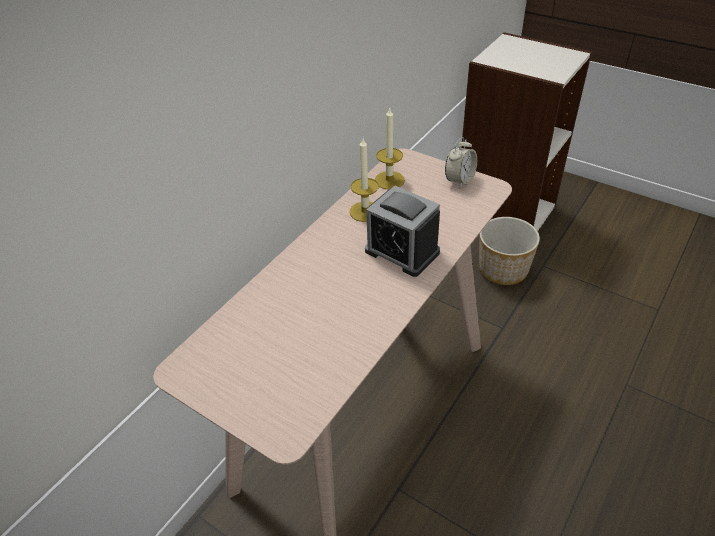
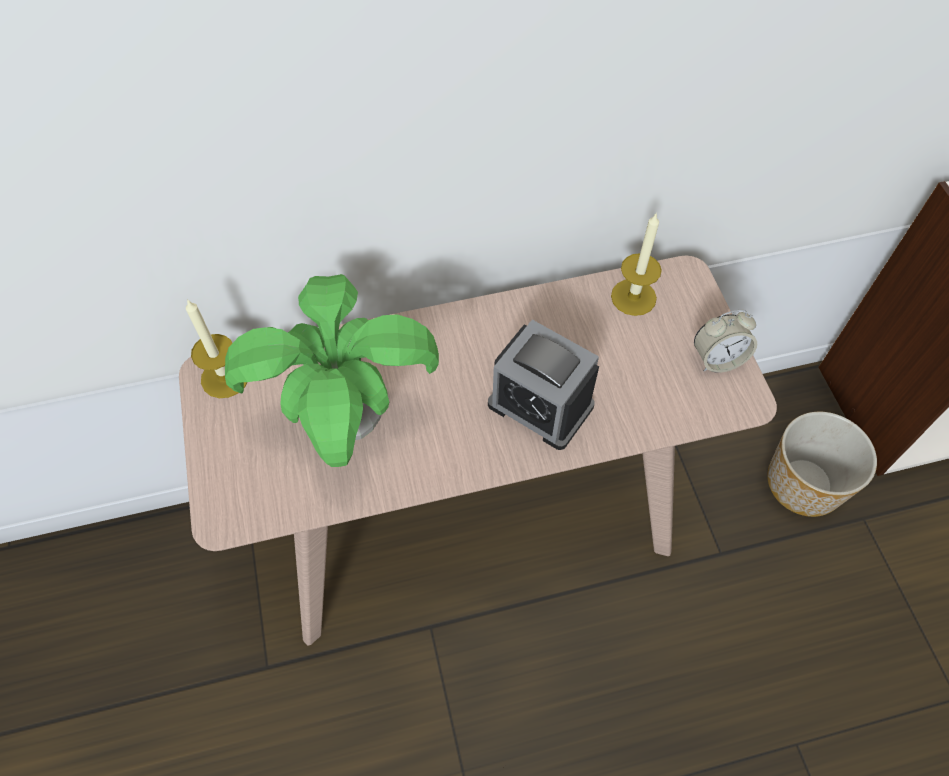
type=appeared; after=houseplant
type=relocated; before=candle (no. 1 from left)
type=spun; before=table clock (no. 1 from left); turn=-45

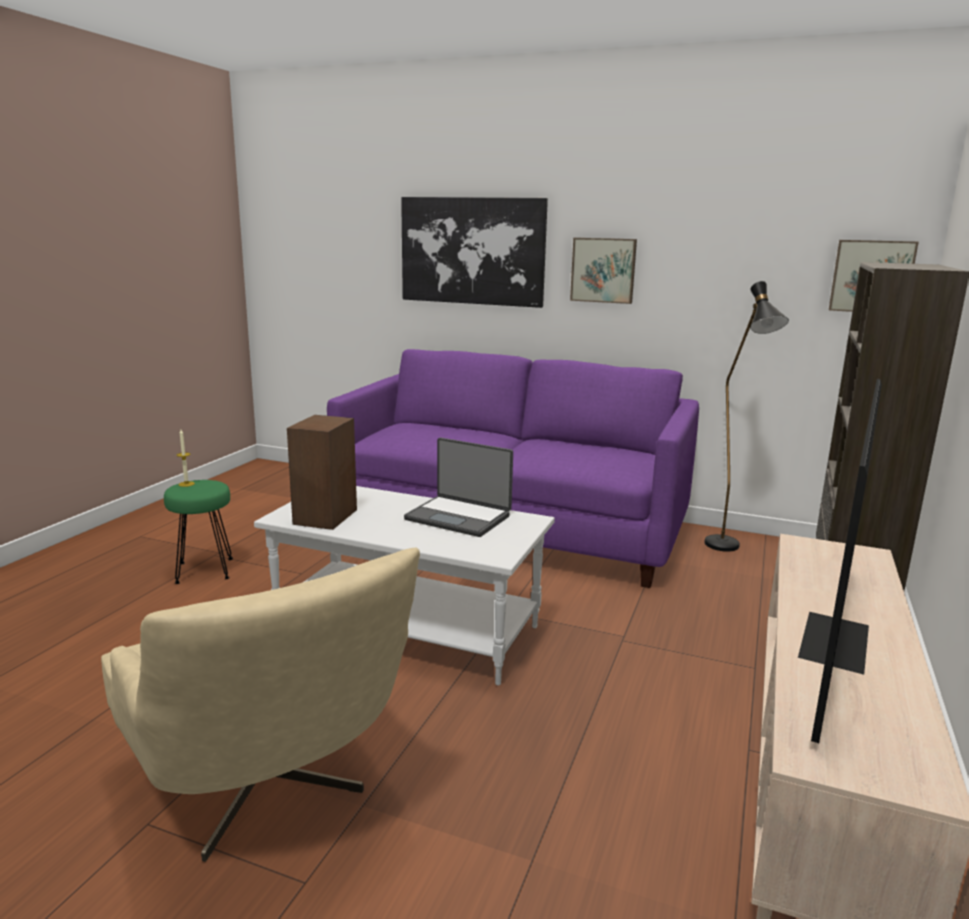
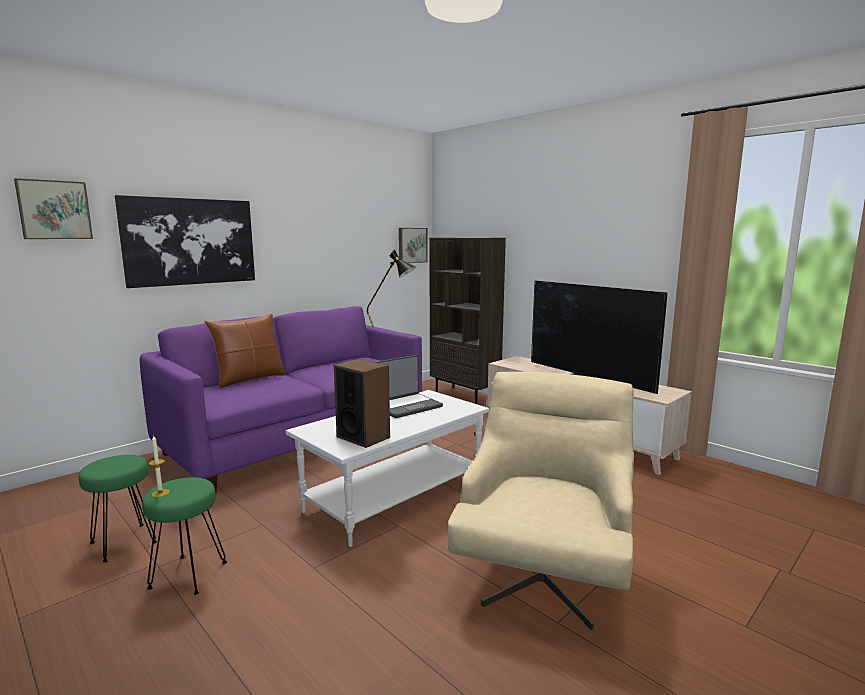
type=appeared; after=stool (green-coloured) (no. 1 from left)
type=appeared; after=throw pillow (brownish)
type=relocated; before=wall art (no. 2 from left in the first image); after=wall art (no. 1 from left)
type=spun; before=armchair (beige); turn=-60

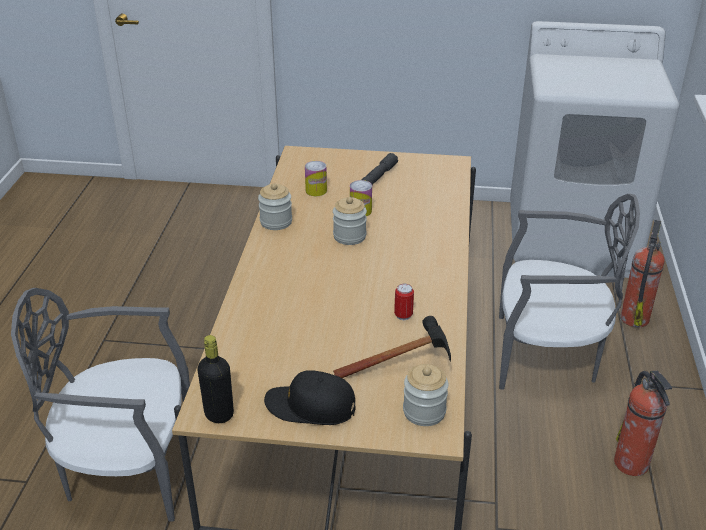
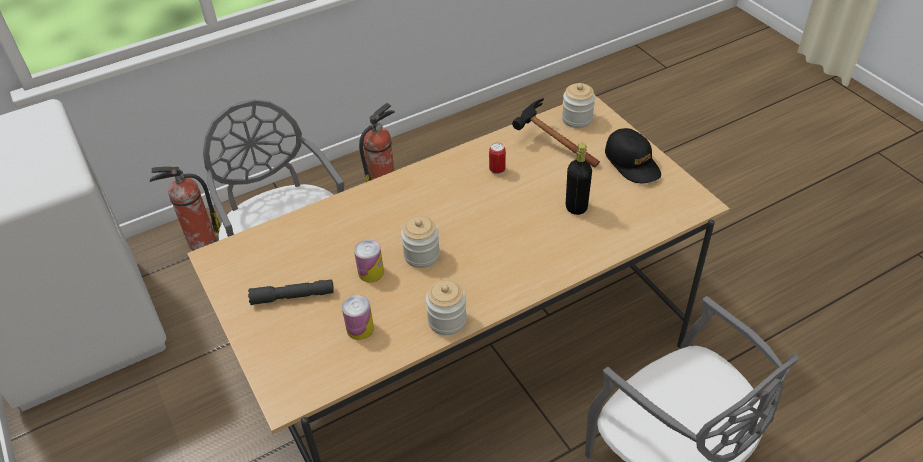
type=relocated; before=drink bottle (black)

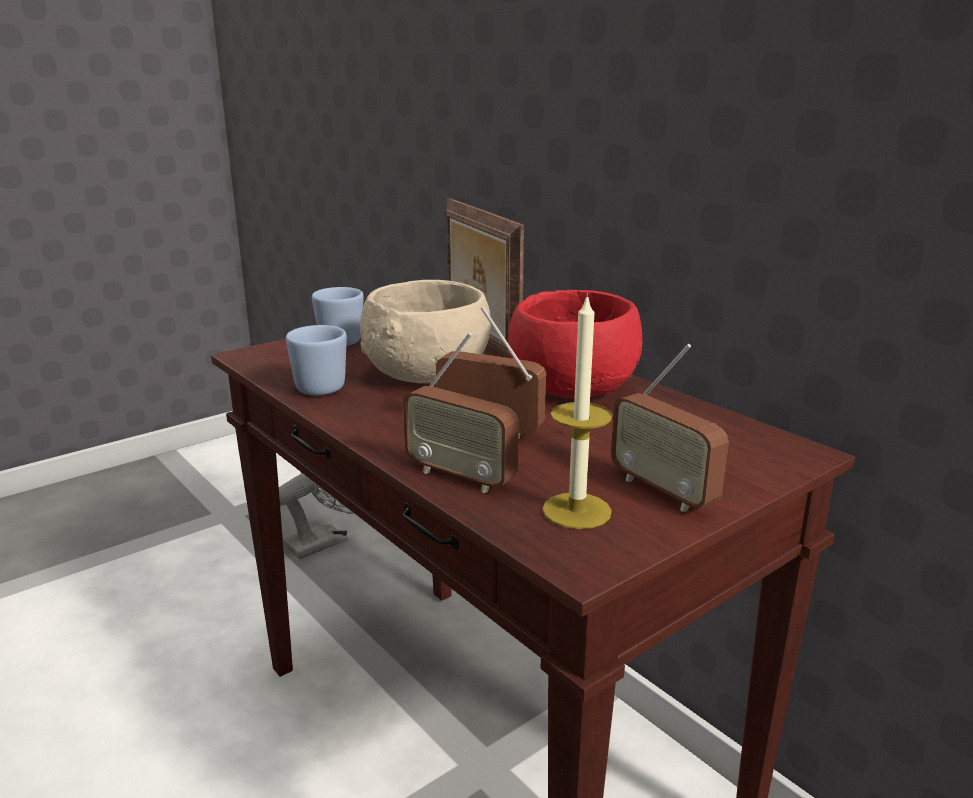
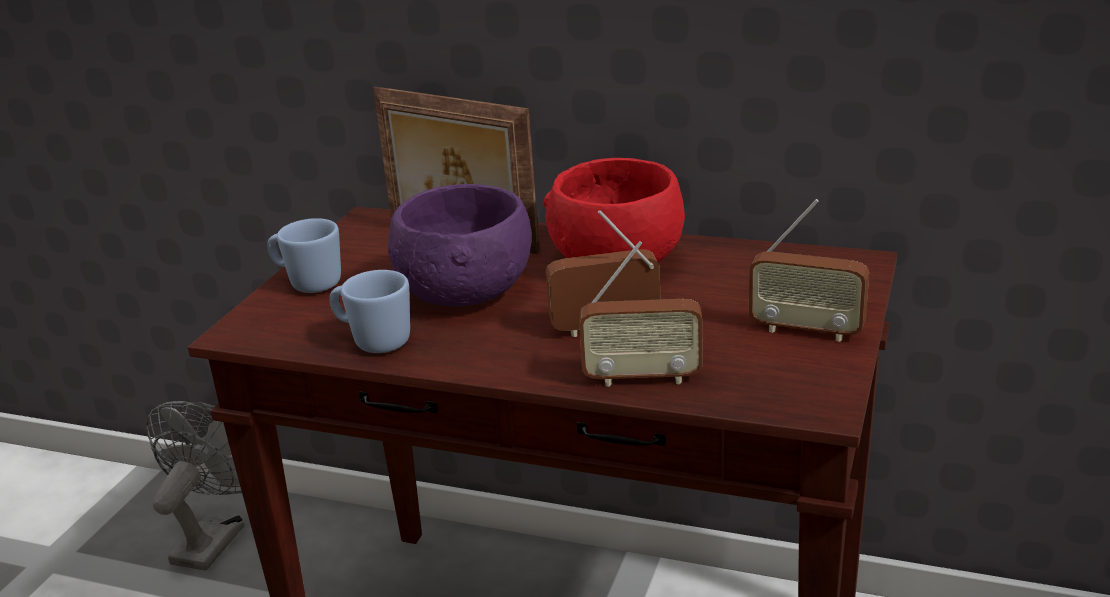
type=missing; before=candle
type=colour; before=serving bowl (beige); after=serving bowl (purplish)

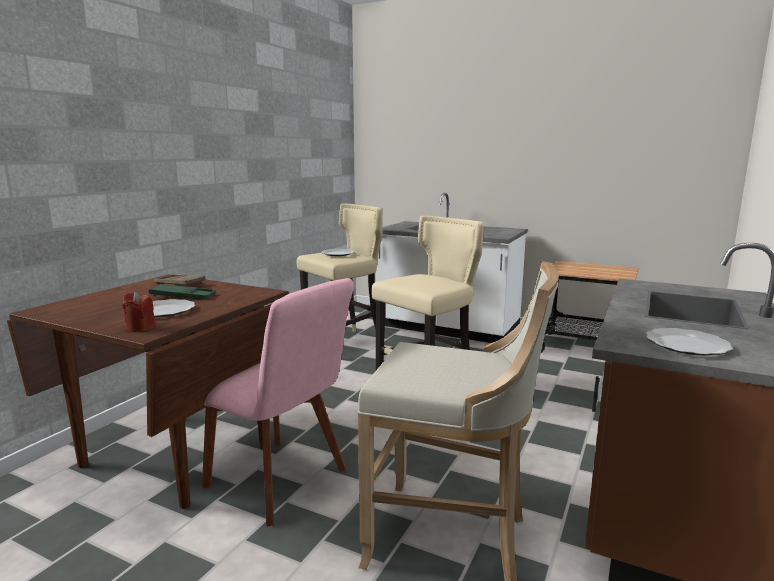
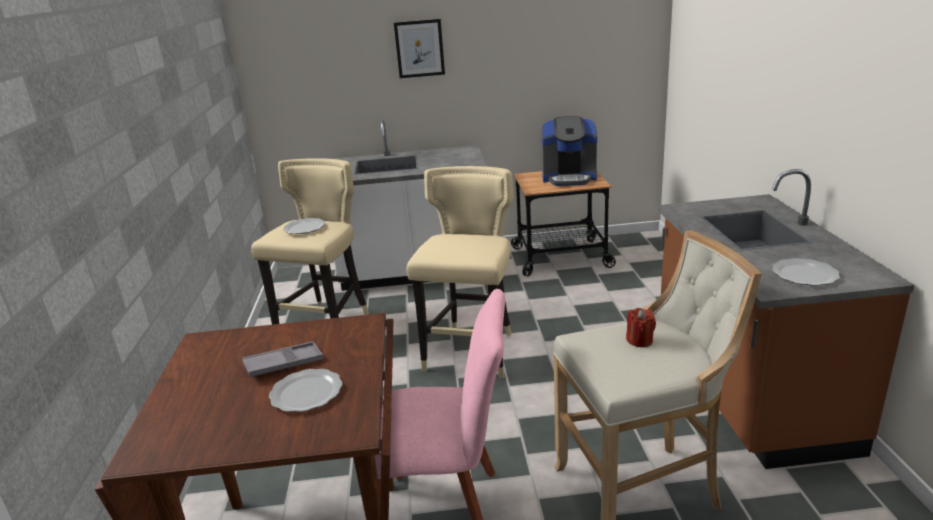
type=missing; before=tray (brownish)
type=appeared; after=wall art
type=appeared; after=coffee maker
type=relocated; before=candle (reddish)
type=colour; before=tray (green-coloured); after=tray (grey)

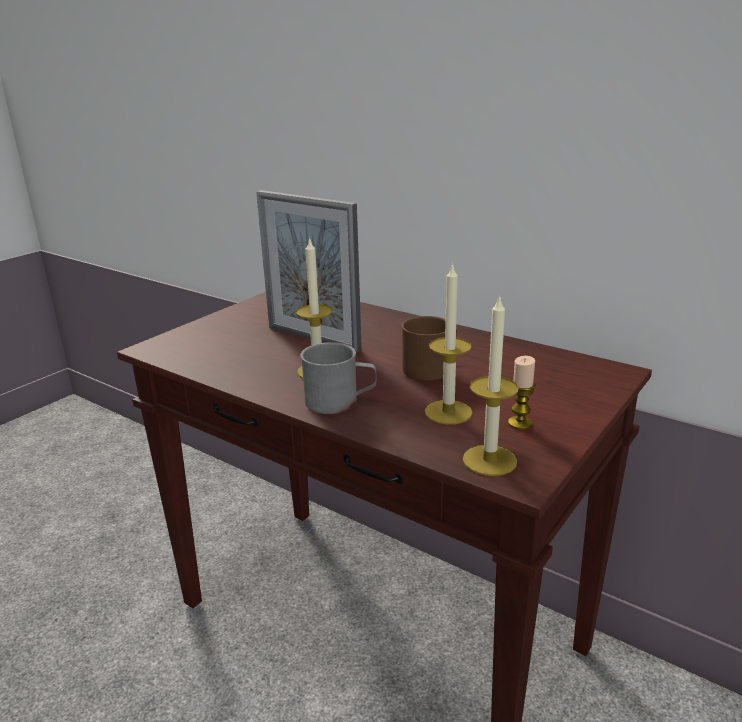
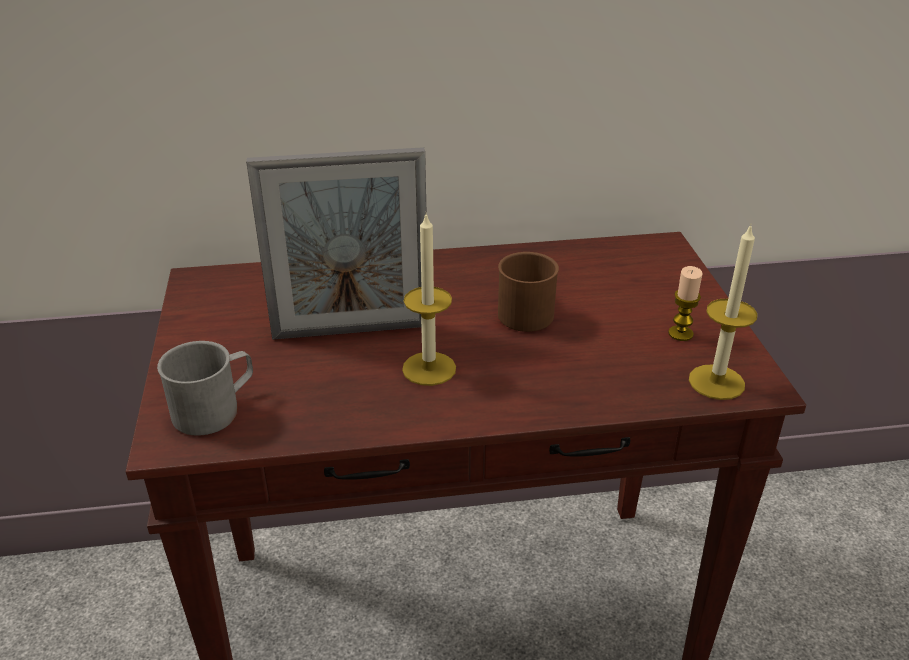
type=missing; before=candle (no. 2 from left)
type=relocated; before=mug (grey)

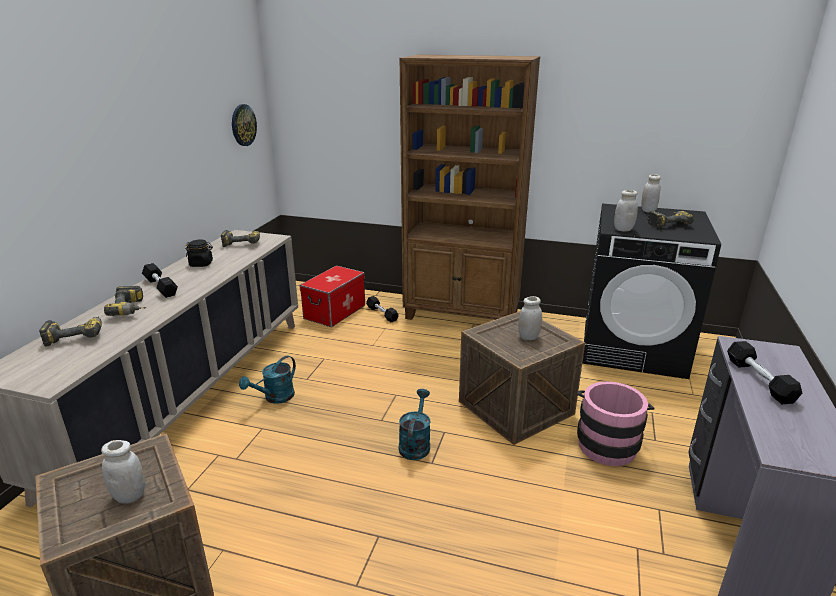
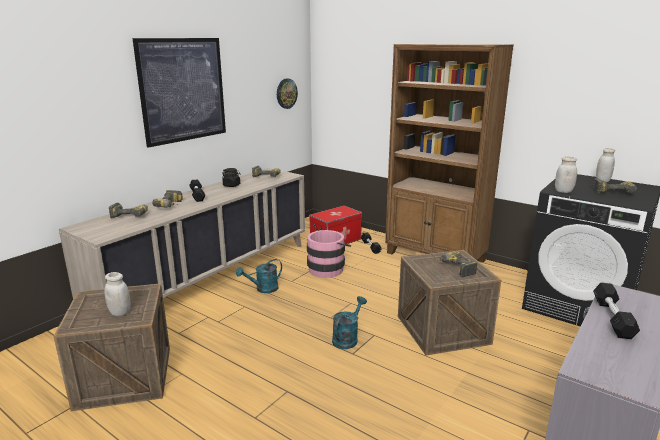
type=appeared; after=wall art
type=relocated; before=pail (pinkish)
type=exchanged; before=jar (white) (no. 2 from left); after=power drill (no. 4 from left)

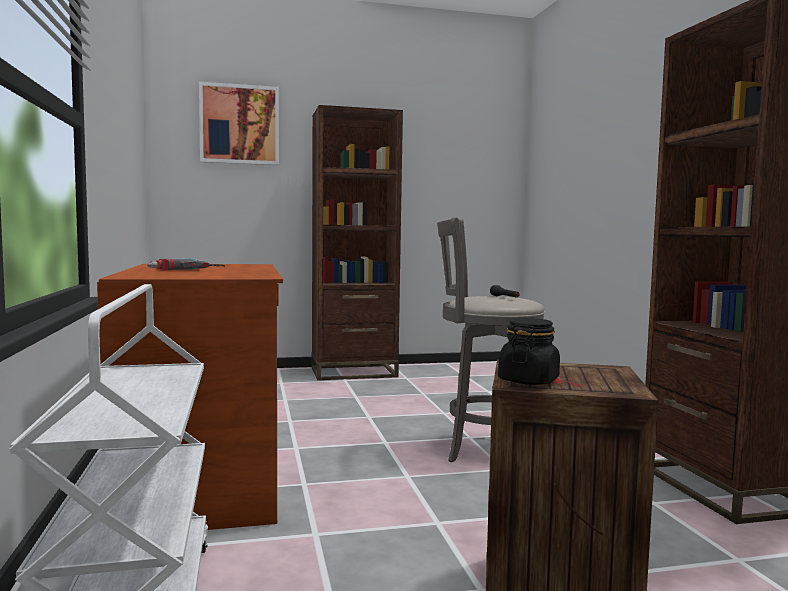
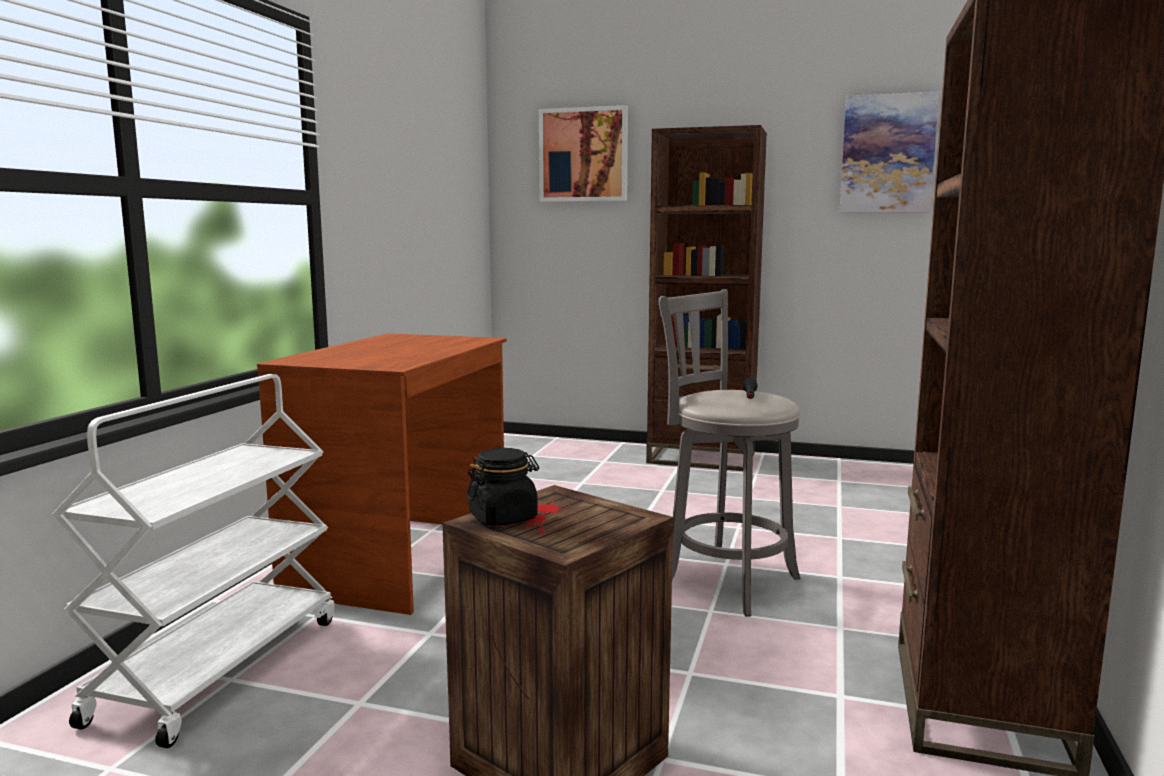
type=missing; before=power drill
type=appeared; after=wall art (no. 2 from left)

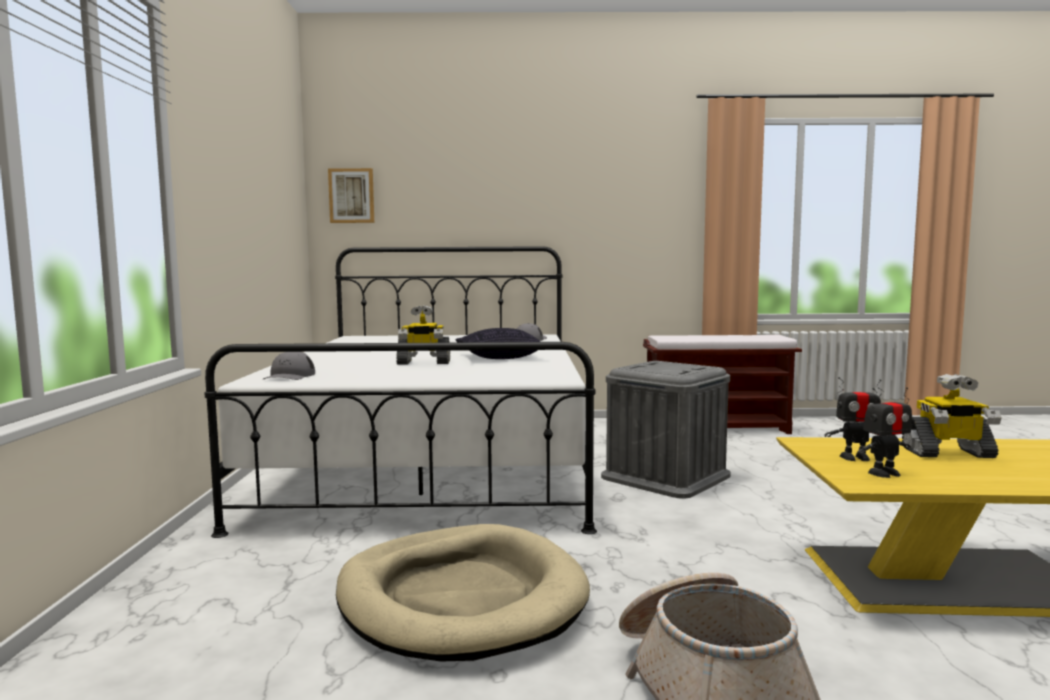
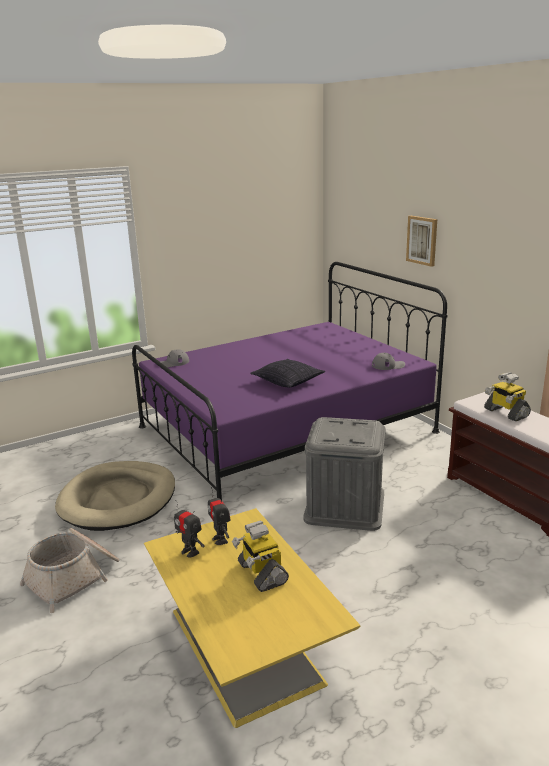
type=relocated; before=wall art
type=relocated; before=robot figure (no. 1 from left in the first image); after=robot figure (no. 4 from left)
type=colour; before=bedroom bed (white); after=bedroom bed (purplish)

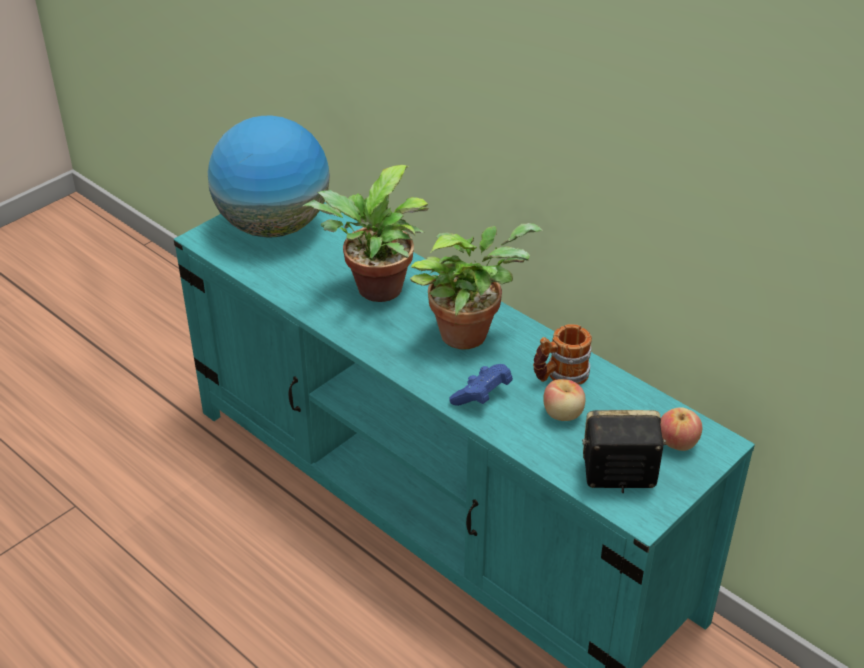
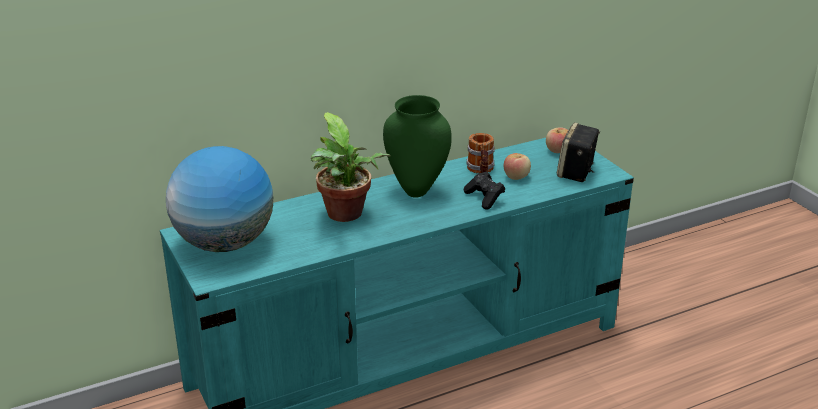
type=exchanged; before=houseplant (no. 2 from left); after=vase (green-coloured)
type=colour; before=game controller (bluish); after=game controller (black)

